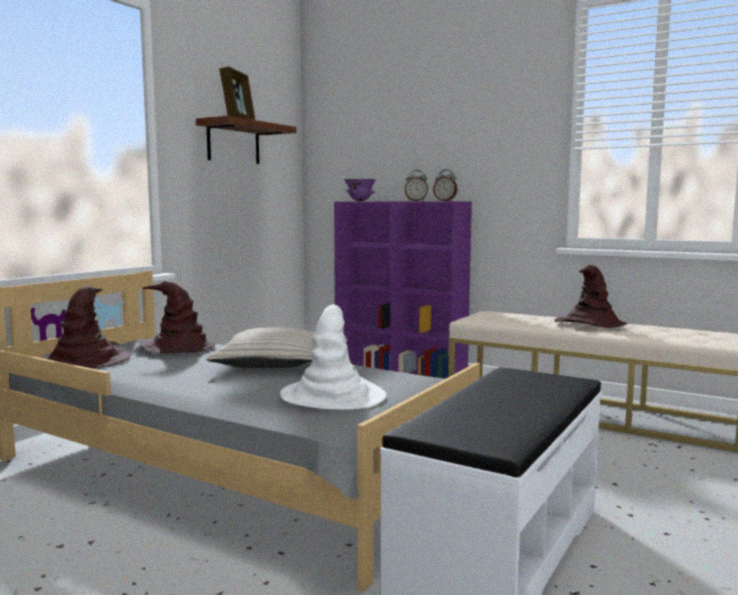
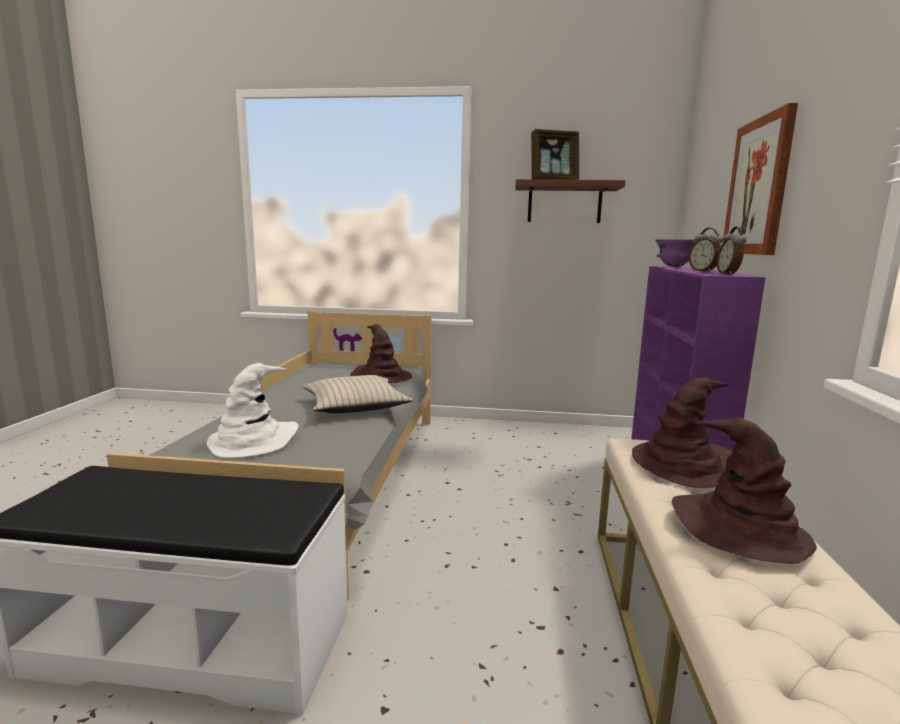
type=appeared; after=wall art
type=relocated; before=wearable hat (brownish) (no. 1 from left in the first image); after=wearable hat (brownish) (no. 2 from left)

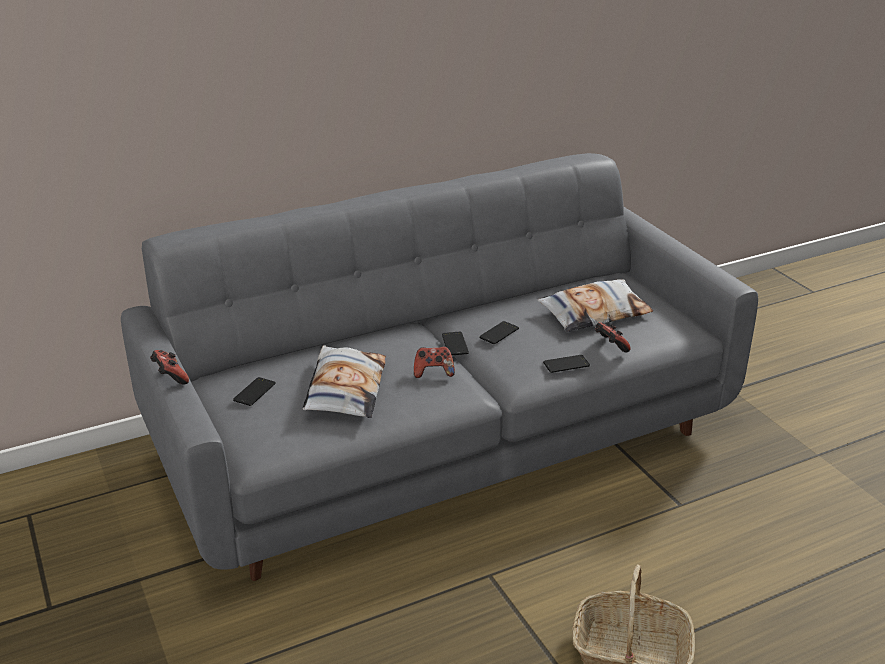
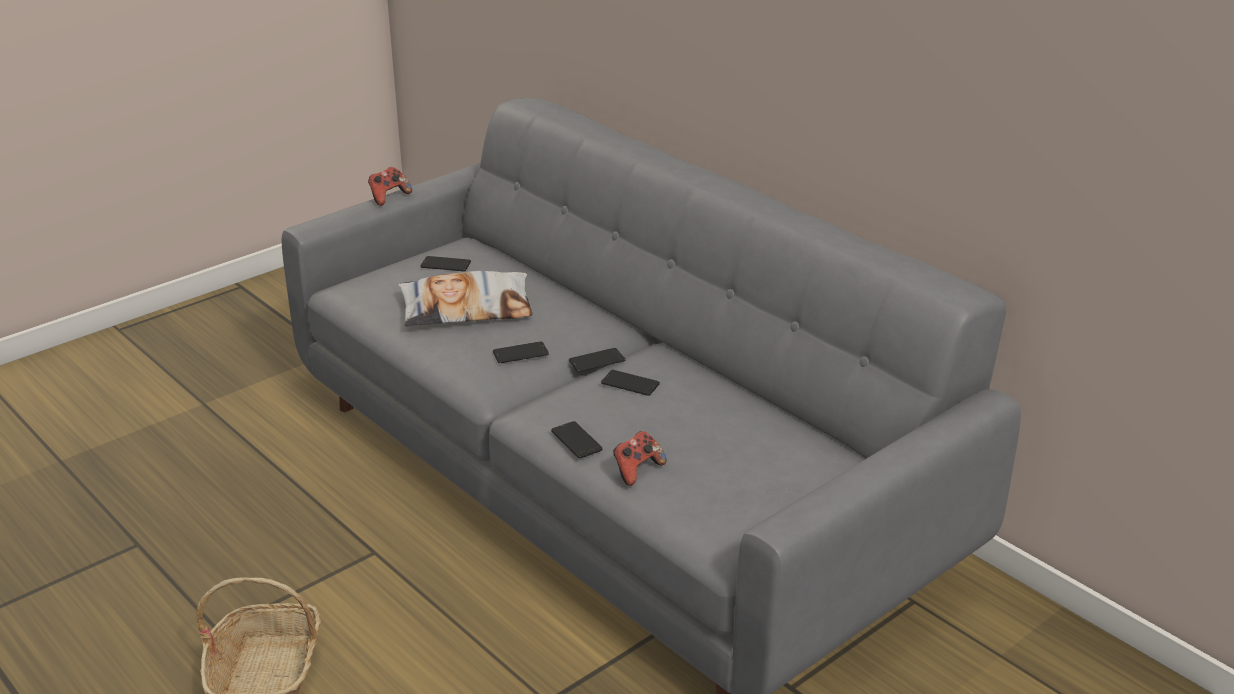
type=missing; before=throw pillow (no. 2 from left)
type=exchanged; before=game controller (no. 2 from left); after=handset (no. 2 from left)

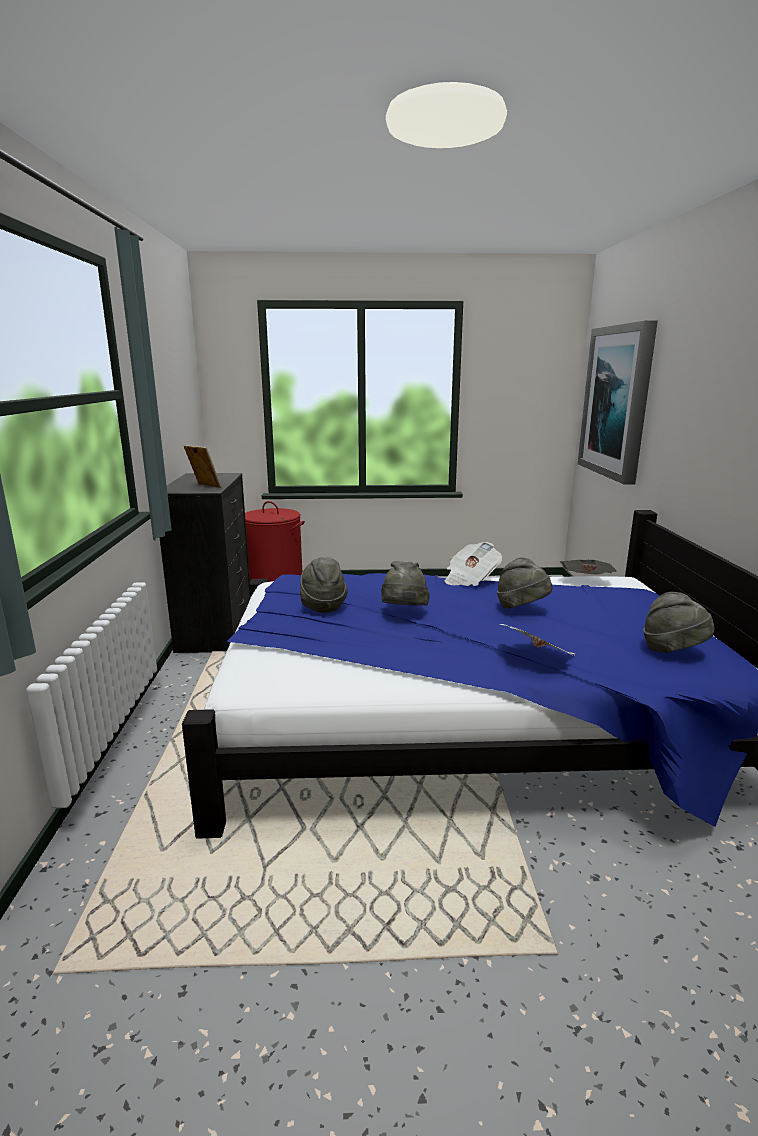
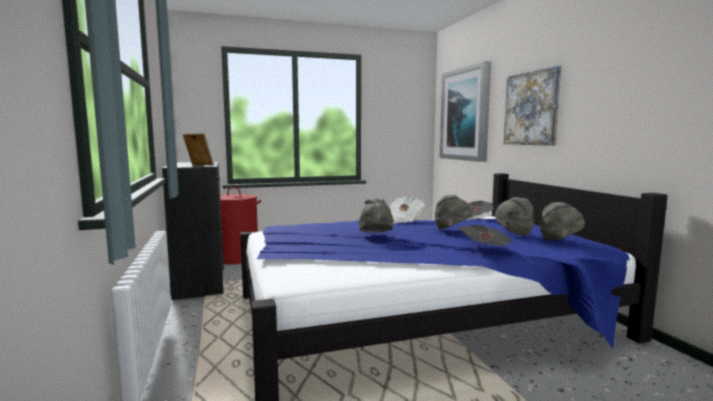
type=appeared; after=wall art (no. 2 from left)
type=relocated; before=wearable hat (grey) (no. 1 from left in the first image); after=wearable hat (grey) (no. 3 from left)

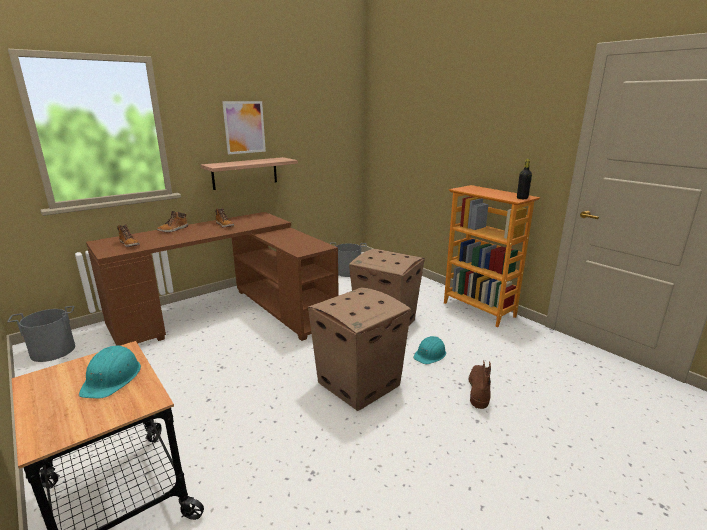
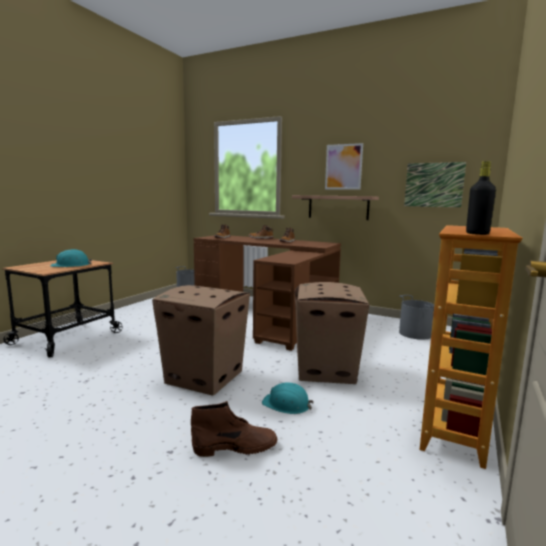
type=appeared; after=wall art (no. 2 from left)

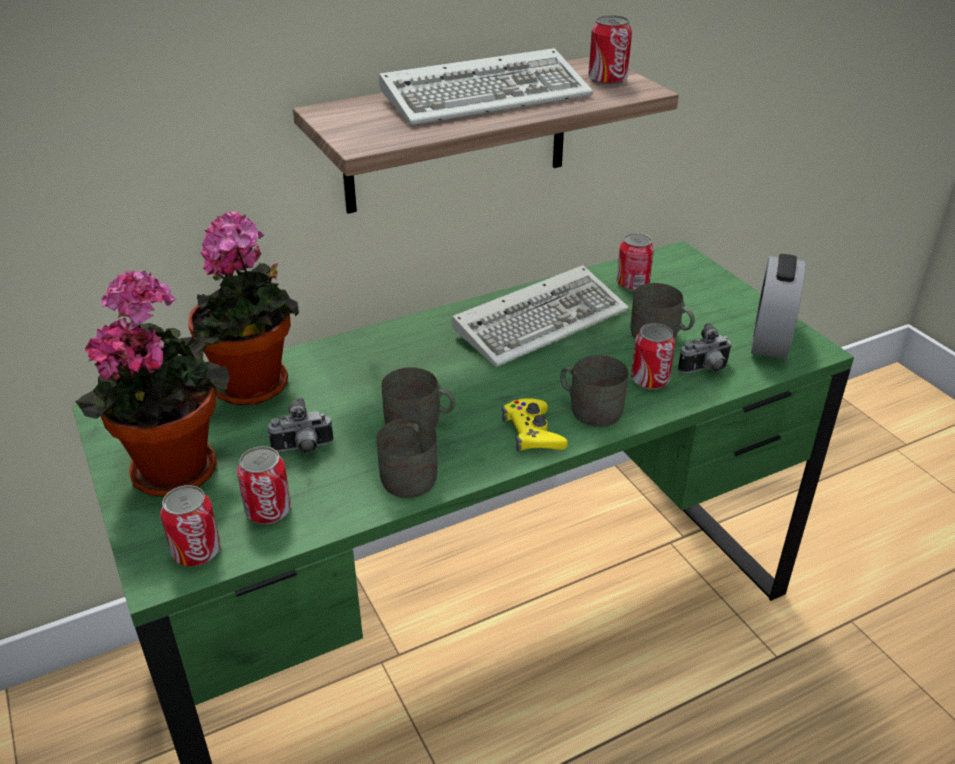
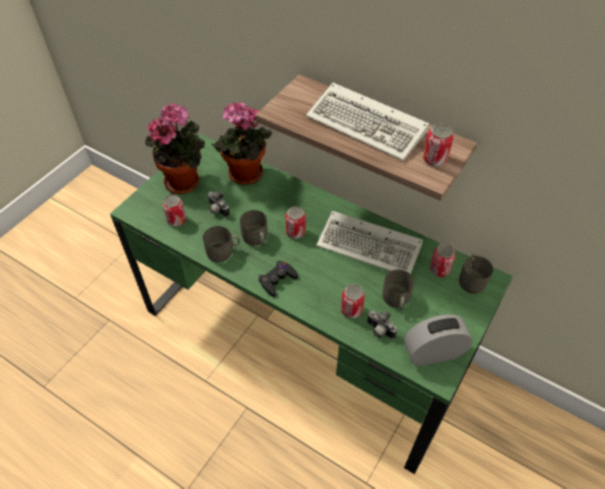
type=relocated; before=metal can (no. 1 from left in the first image); after=metal can (no. 2 from left)
type=relocated; before=mug (grey) (no. 3 from left in the first image); after=mug (grey) (no. 4 from left)
type=colour; before=game controller (yellow-coloured); after=game controller (black)

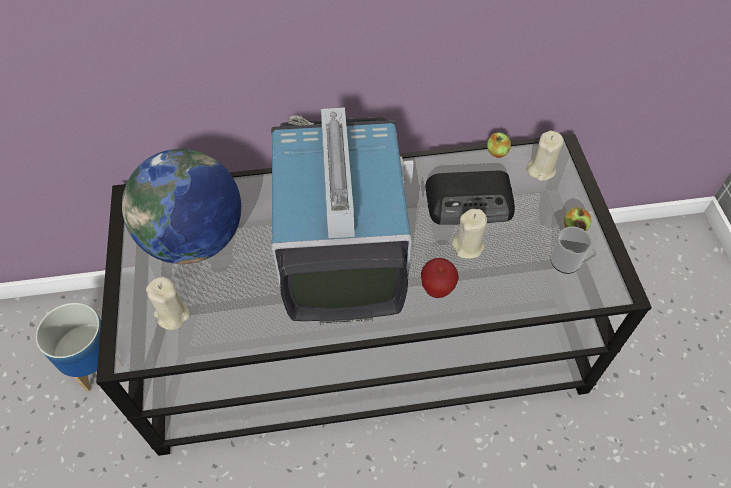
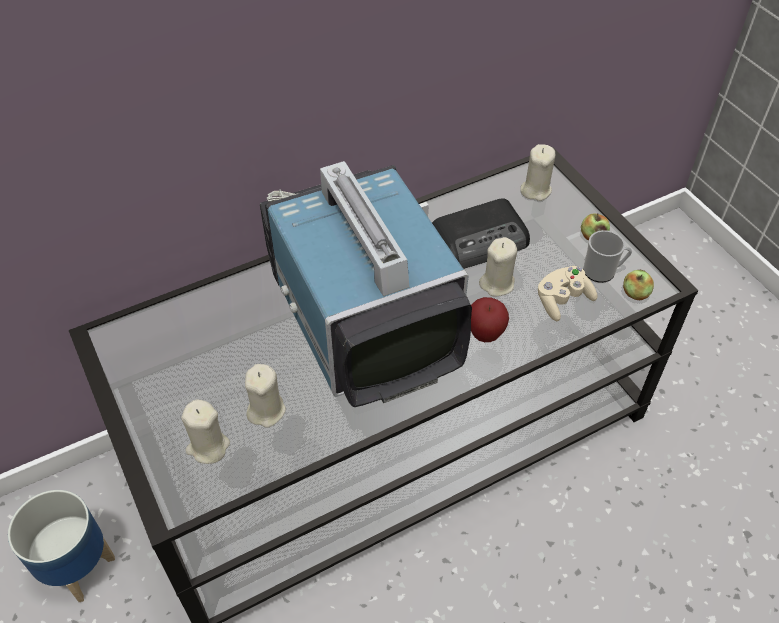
type=missing; before=desk globe
type=appeared; after=candle (beige) (no. 2 from left)
type=appeared; after=game controller (beige)
type=relocated; before=apple fruit (no. 2 from left in the first image); after=apple fruit (no. 3 from left)

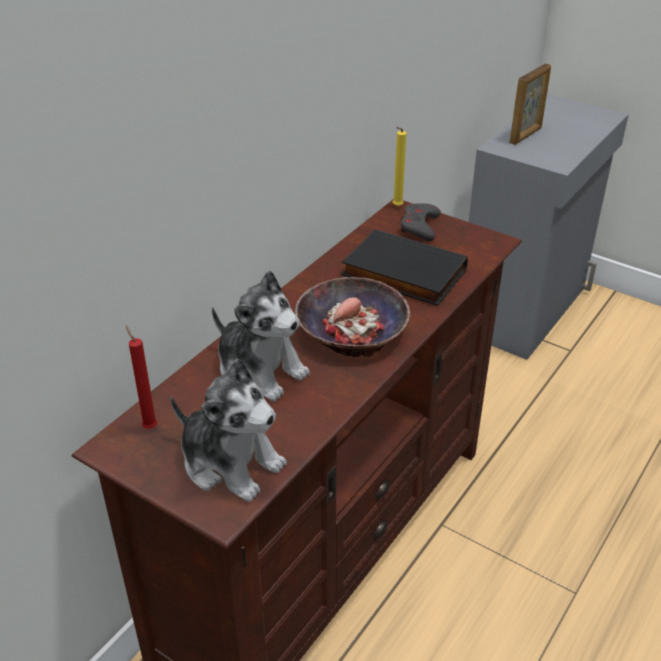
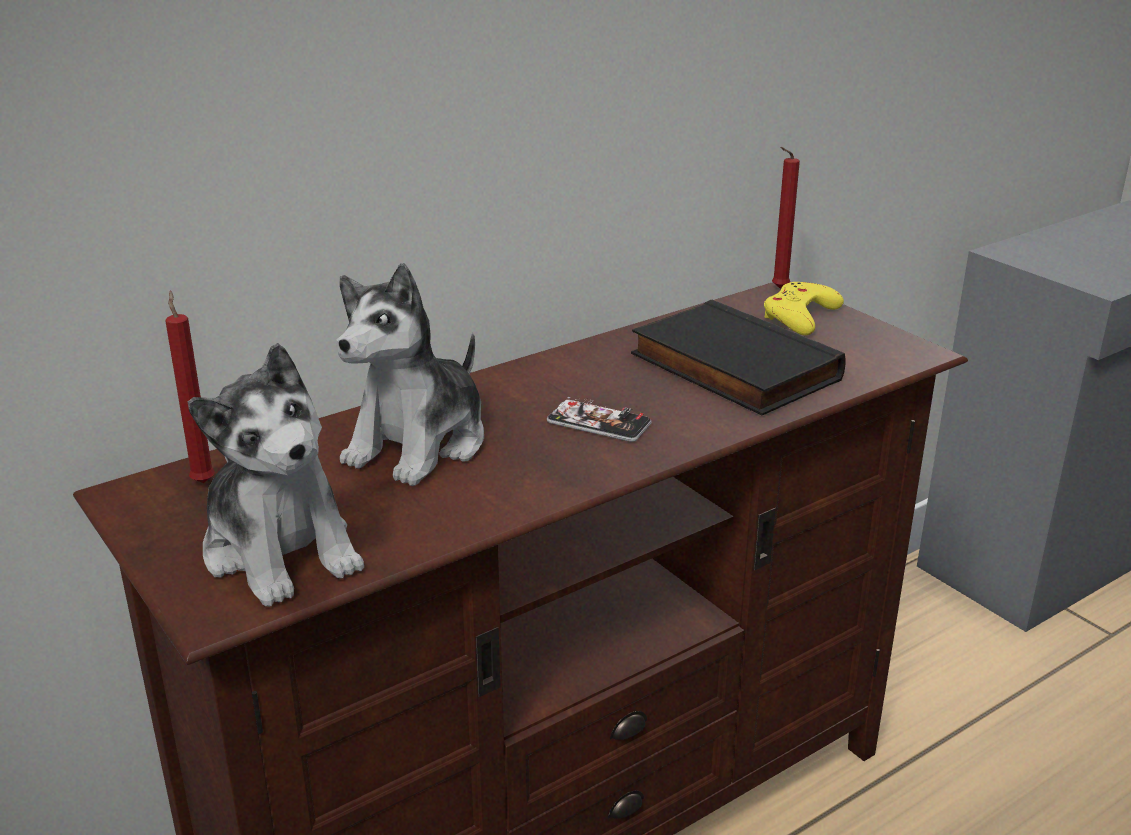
type=missing; before=picture frame
type=exchanged; before=serving bowl; after=handset
type=colour; before=candle (yellow-coloured); after=candle (reddish) (no. 2 from left)
type=colour; before=game controller (grey); after=game controller (yellow-coloured)
type=spun; before=plush toy (no. 2 from left); turn=60

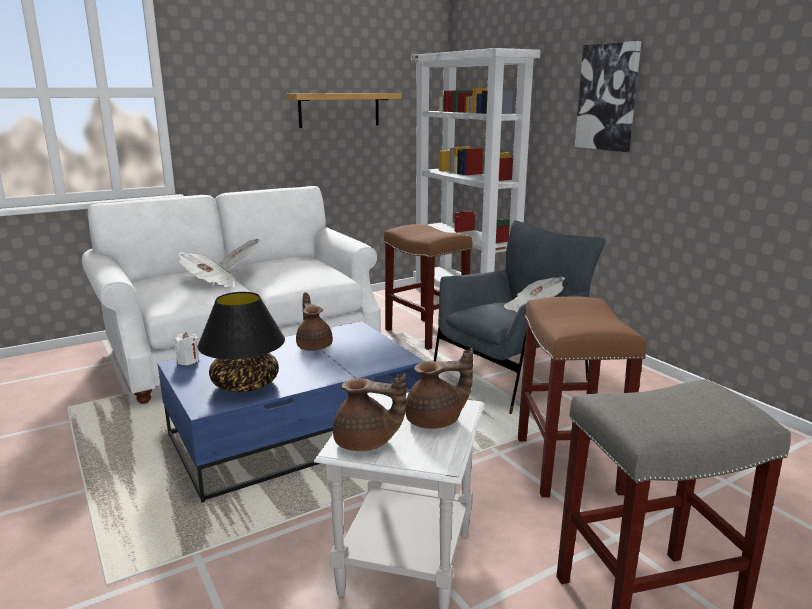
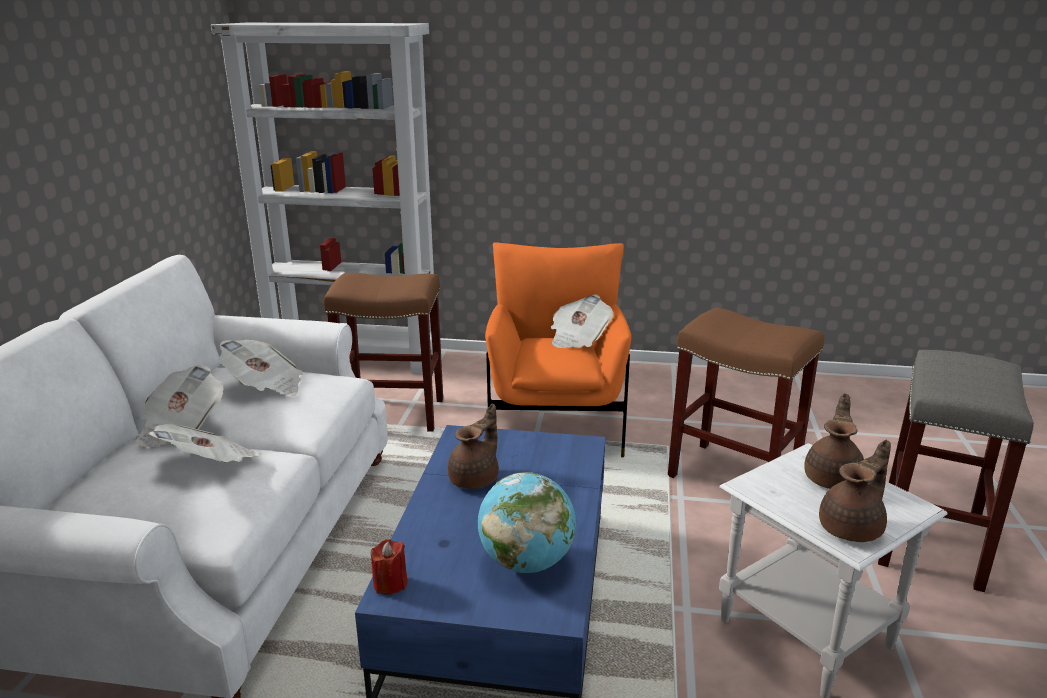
type=missing; before=bracket shelf
type=missing; before=wall art
type=appeared; after=daily paper (no. 3 from left)
type=exchanged; before=tabletop lamp (black); after=desk globe
type=colour; before=candle (white); after=candle (reddish)
type=colour; before=armchair (grey); after=armchair (orange)
type=spun; before=pot for tea (brownish) (no. 1 from left); turn=105

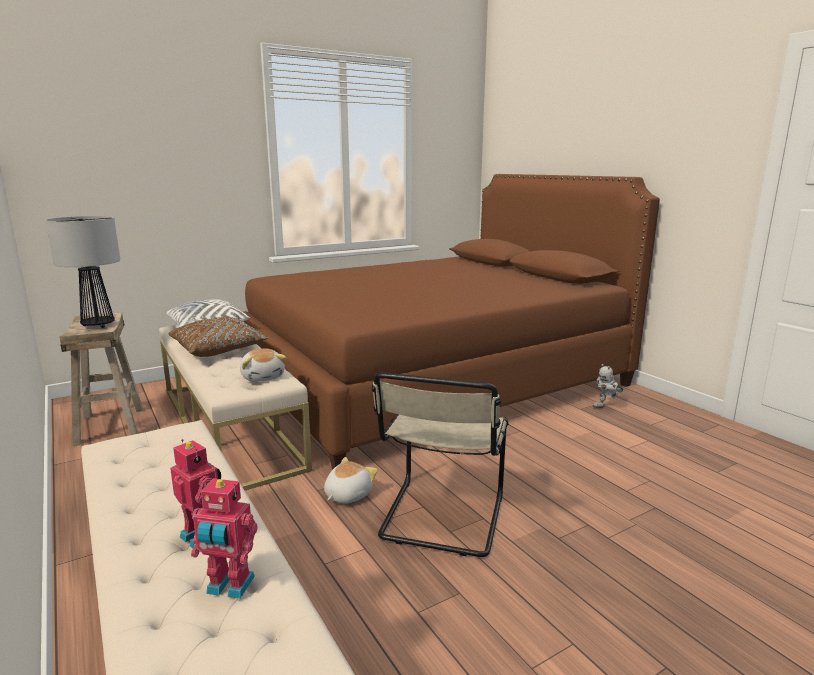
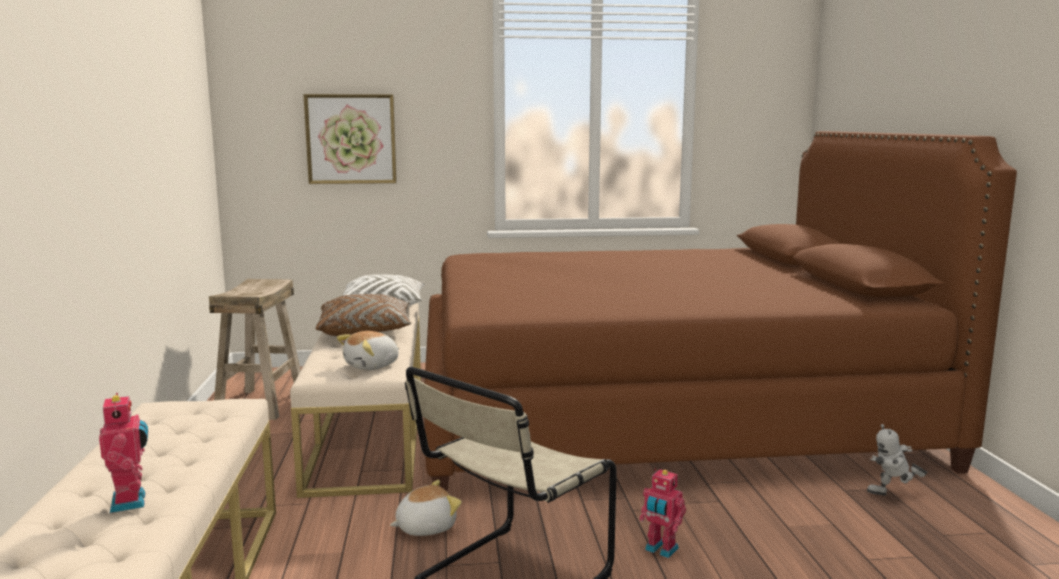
type=missing; before=tabletop lamp
type=appeared; after=wall art
type=relocated; before=robot figure (no. 2 from left)
type=spun; before=plush toy (no. 1 from left); turn=45

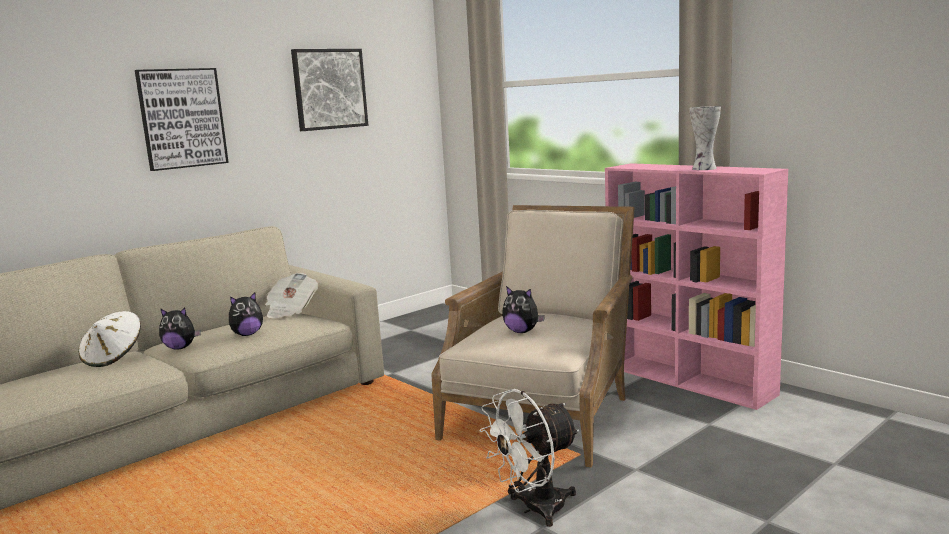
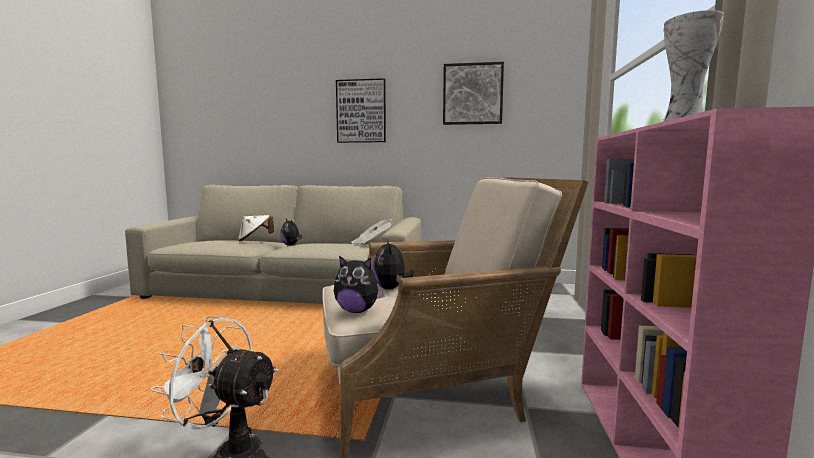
type=relocated; before=plush toy (no. 2 from left)

